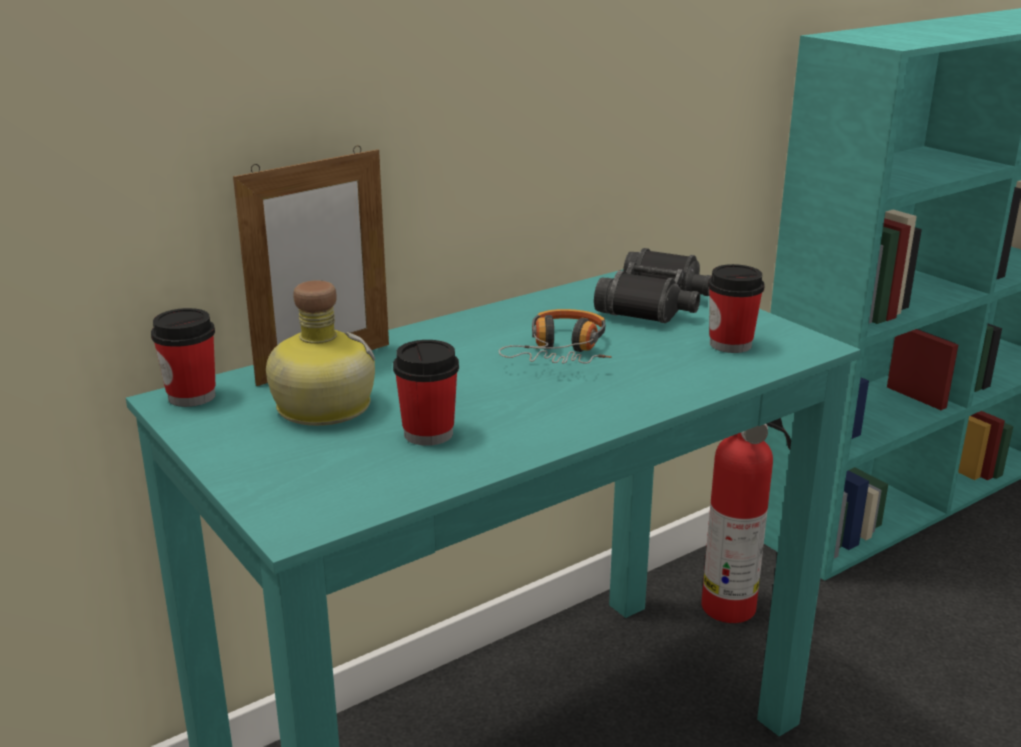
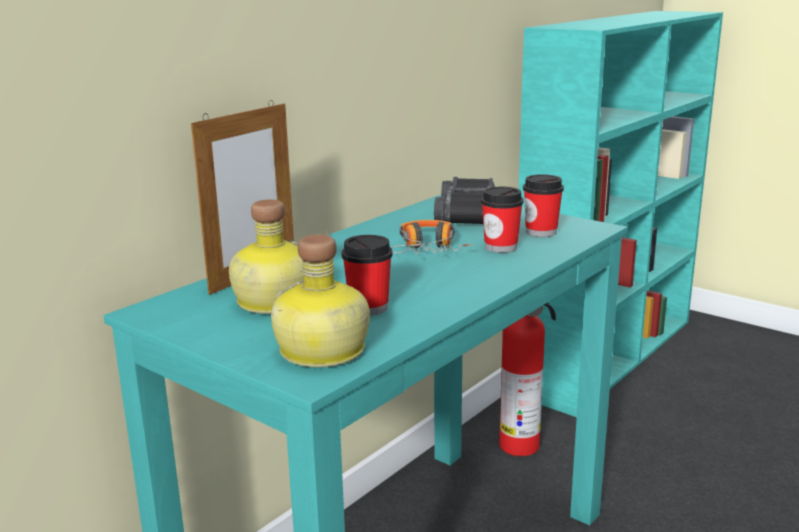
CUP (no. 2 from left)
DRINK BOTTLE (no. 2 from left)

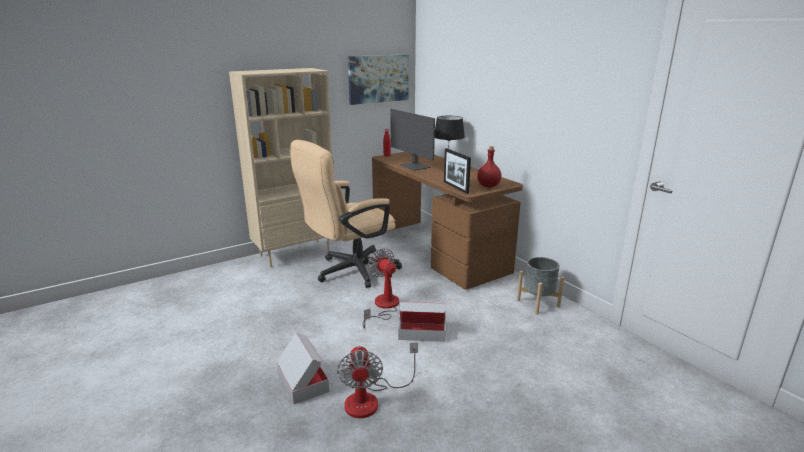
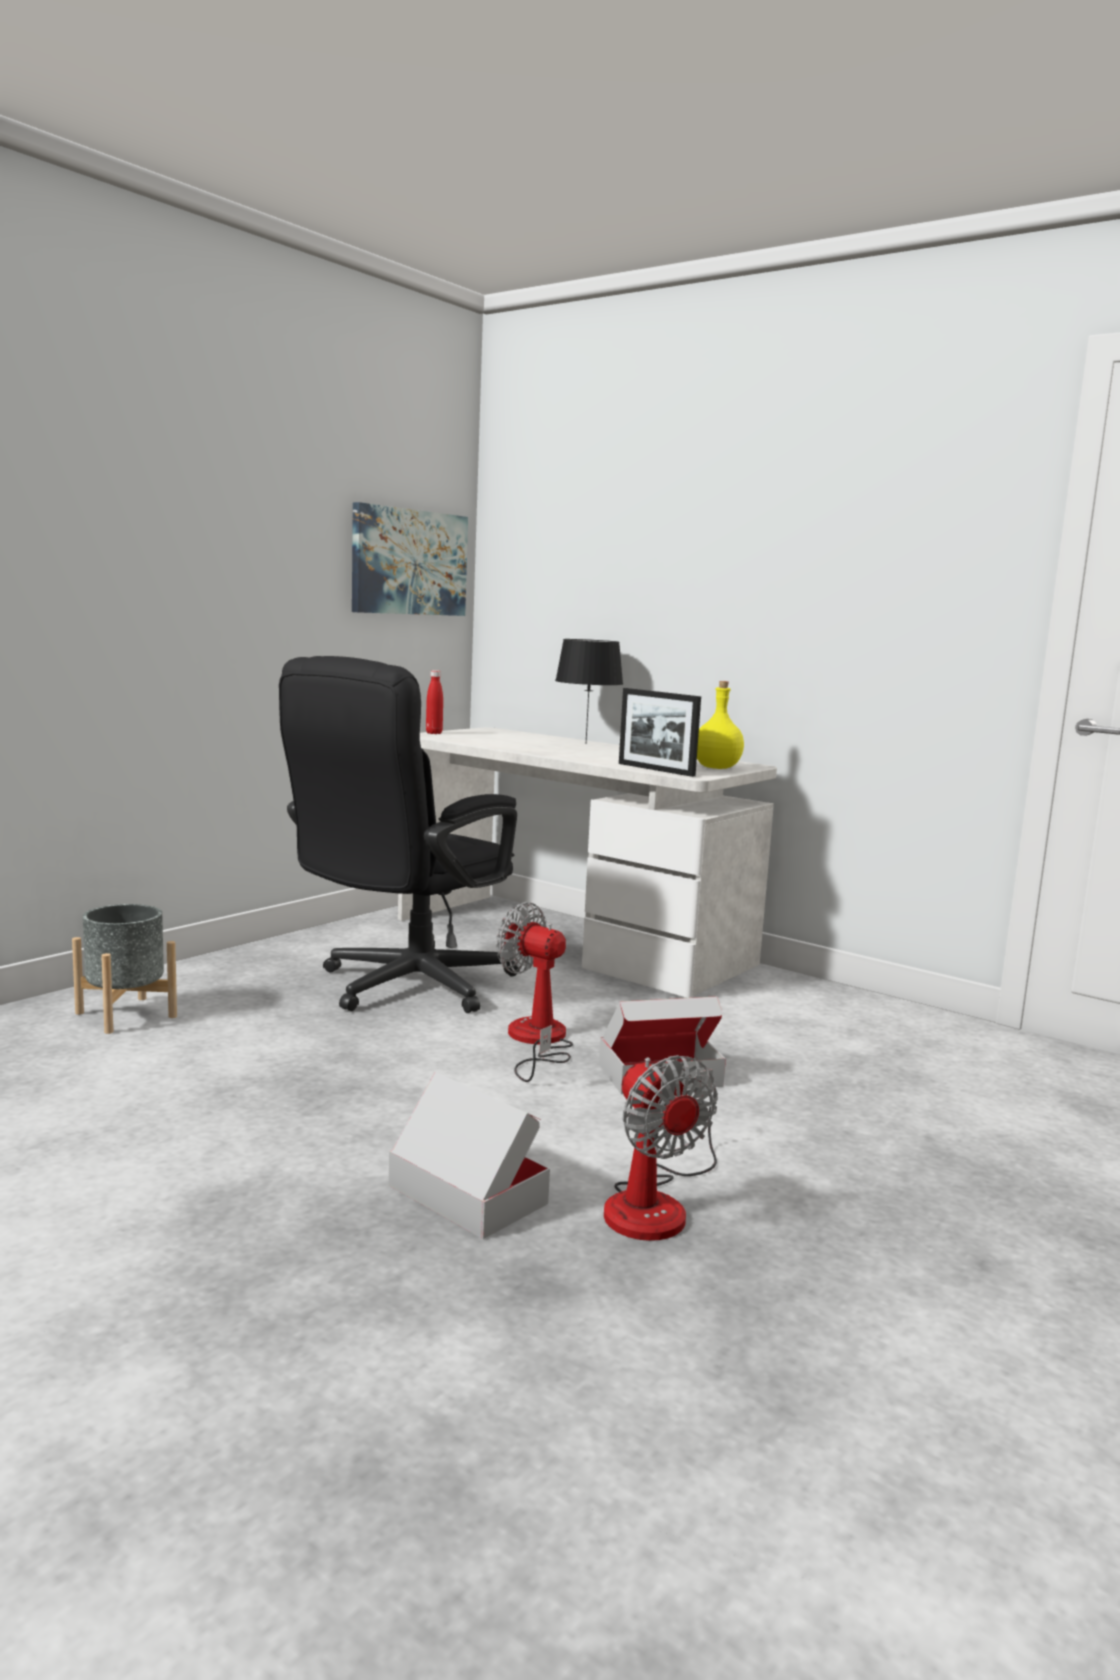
BEIGE-COLOURED BOOKSHELF
COMPUTER SCREEN
BLACK COMPUTER CHAIR
YELLOW DRINK BOTTLE
WHITE DESK UNIT
GREYISH PLANTER

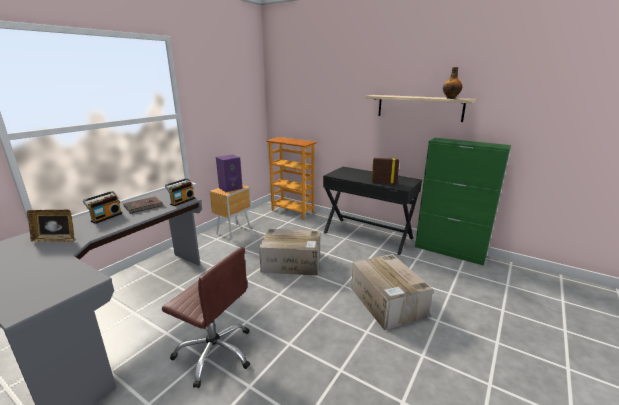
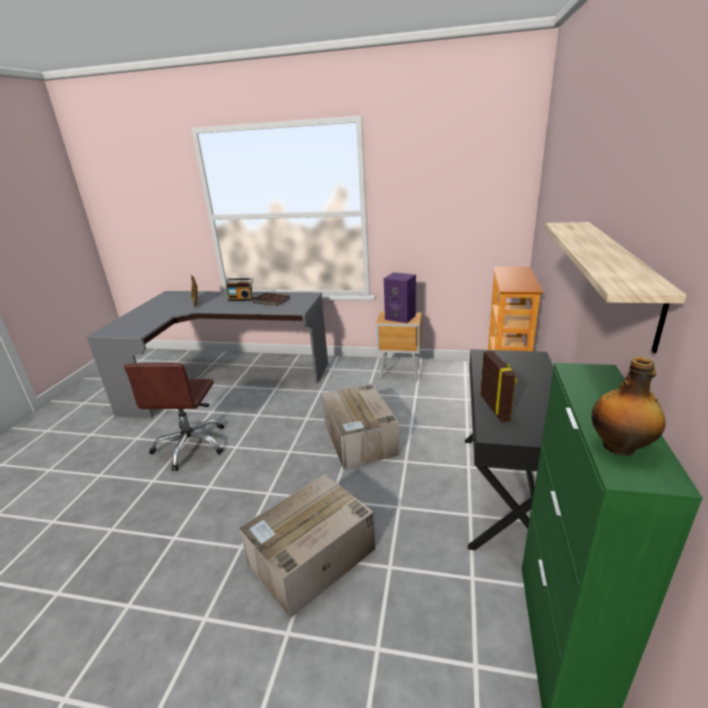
DRINK BOTTLE
RADIO SET (no. 2 from left in the first image)

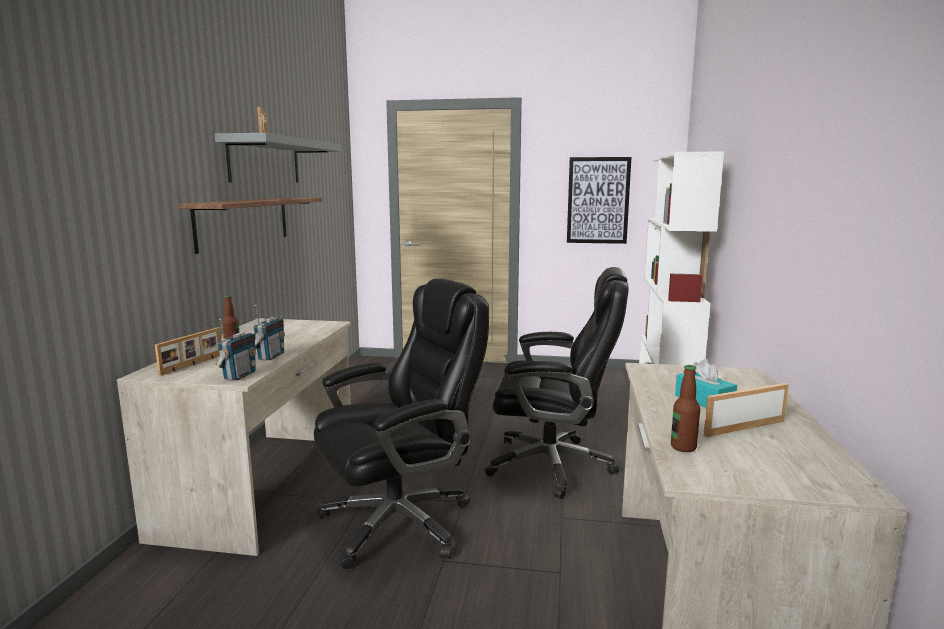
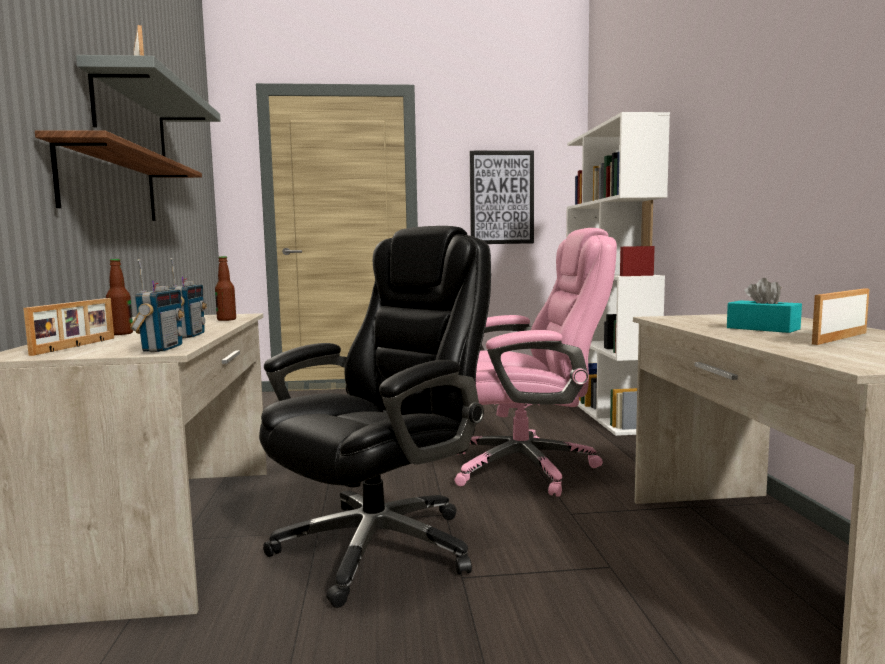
PINK COMPUTER CHAIR
DRINK BOTTLE (no. 2 from left)

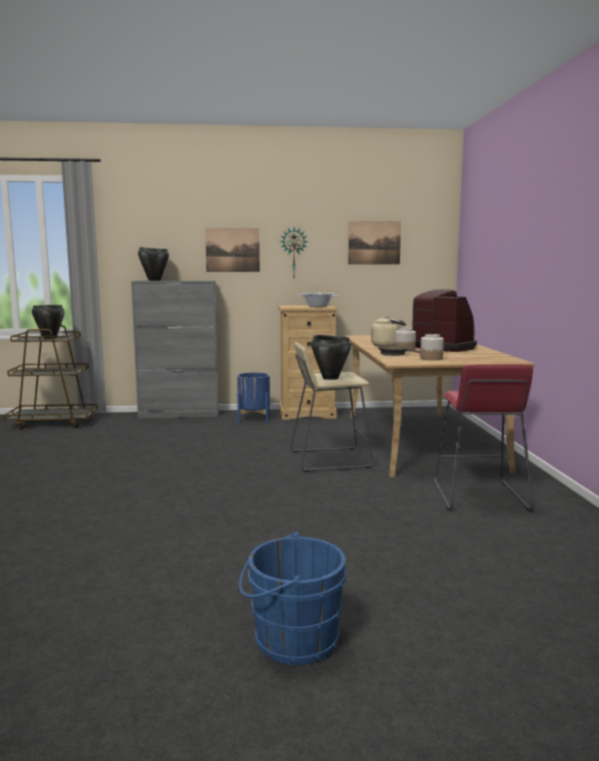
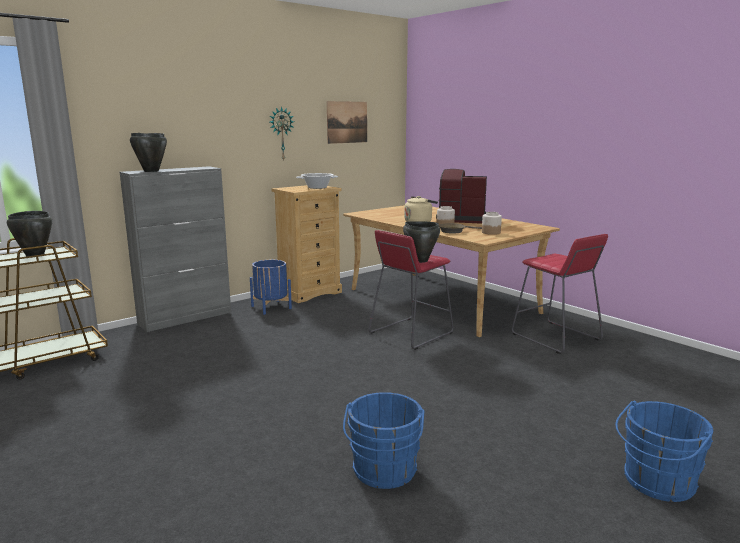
PICTURE (no. 1 from left in the first image)
RED SITTING STOOL (no. 1 from left)
BLUE-COLOURED PAIL (no. 1 from left)

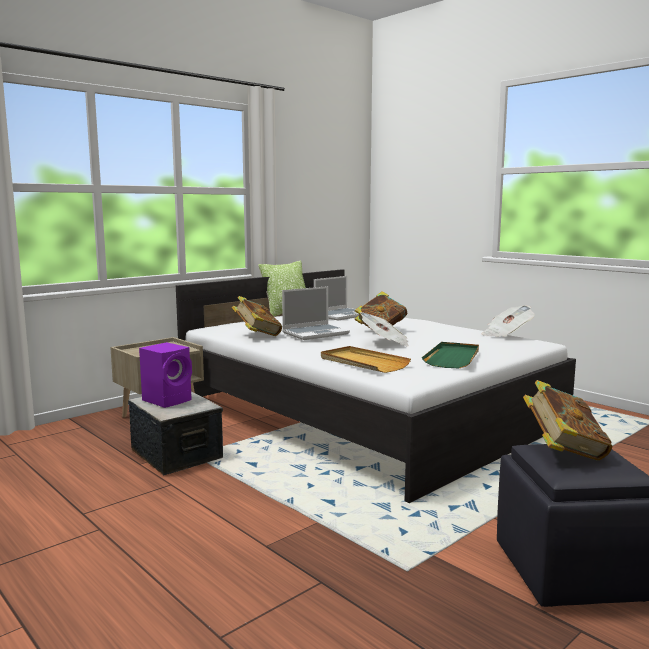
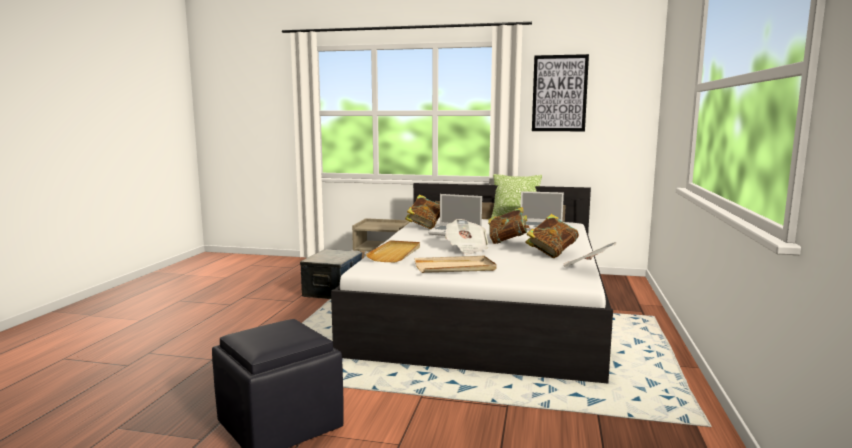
PURPLE SPEAKER
BEIGE-COLOURED CARRYING TRAY (no. 2 from left)
VOLUME (no. 3 from left)
PICTURE

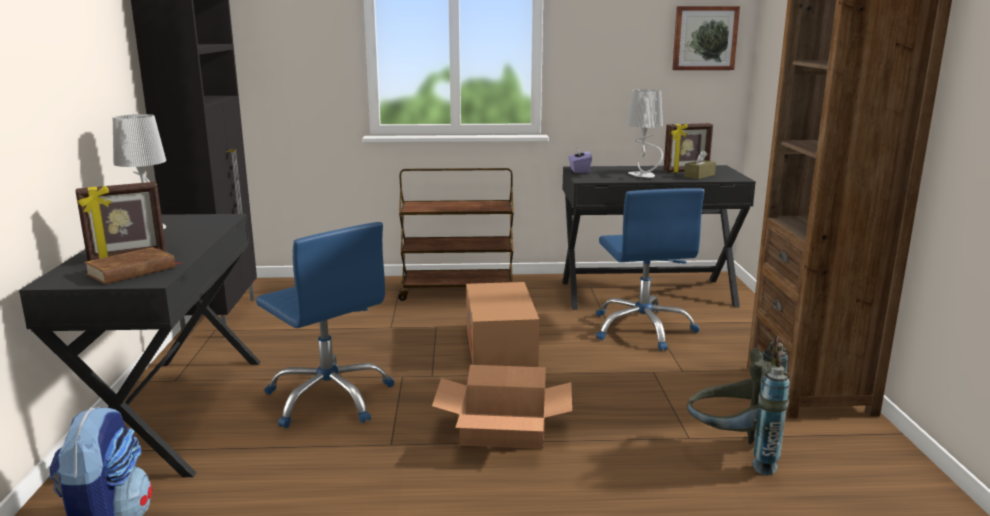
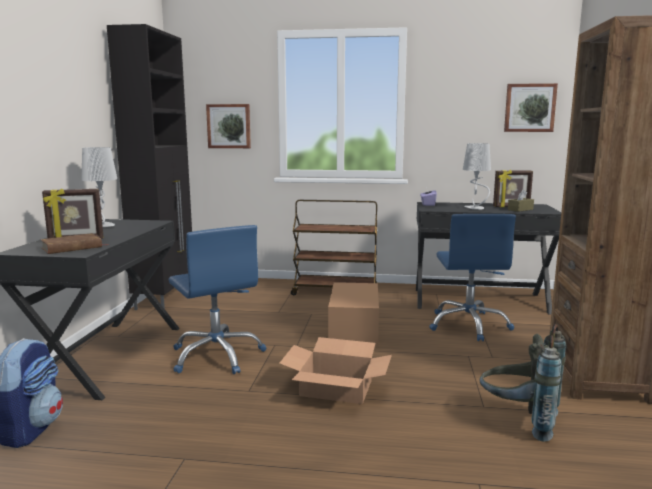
PICTURE (no. 1 from left)

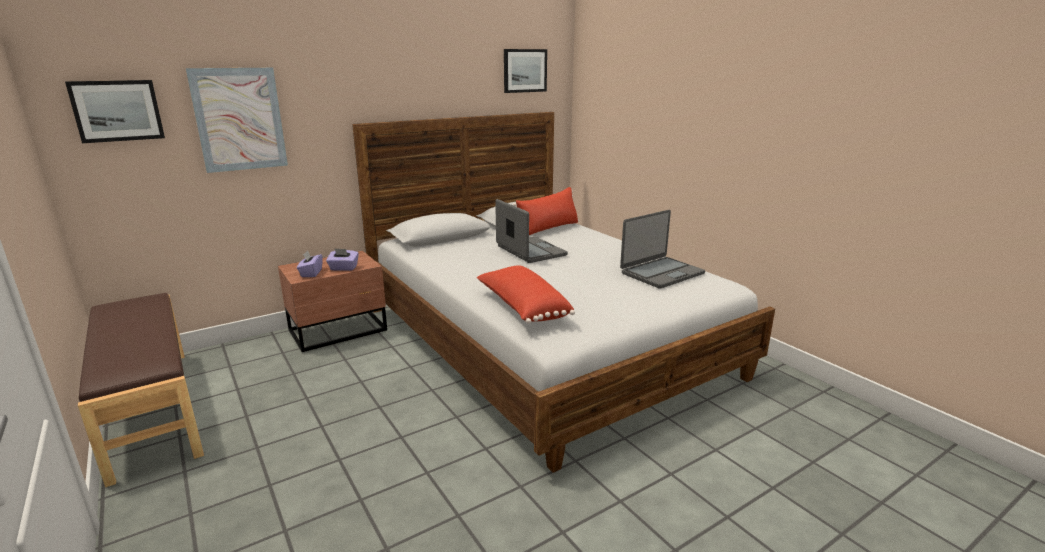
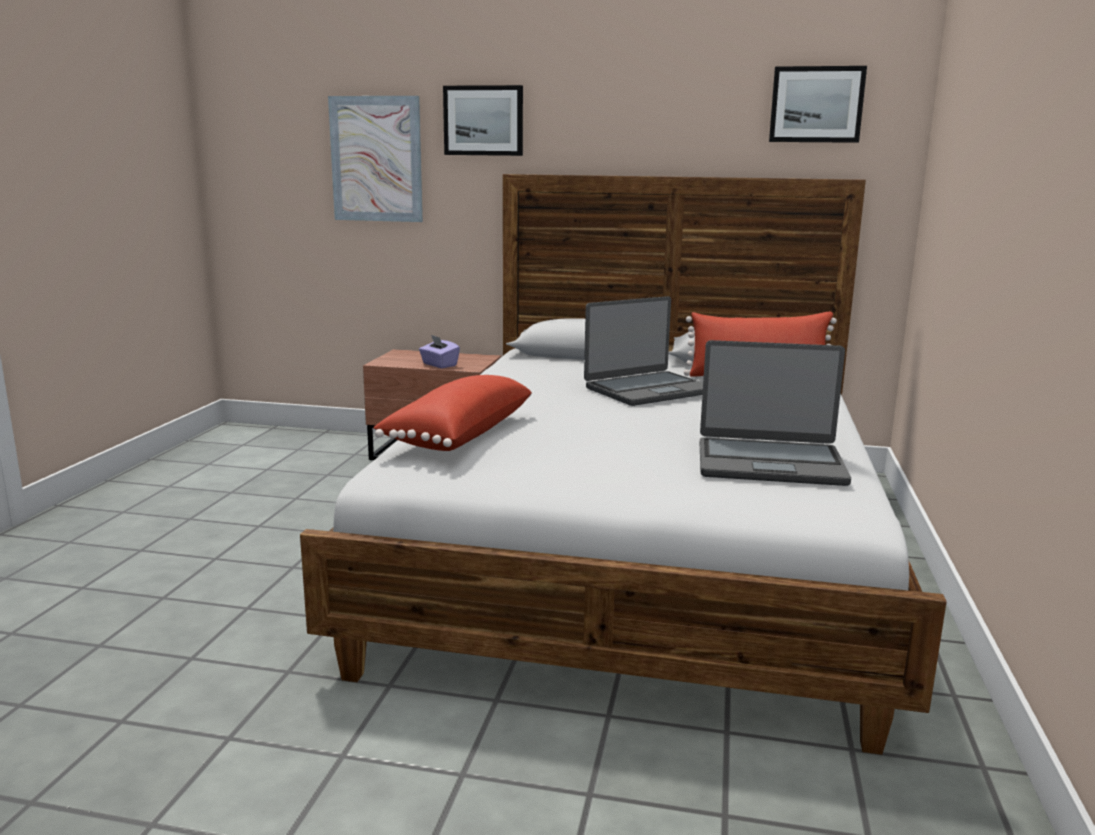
PICTURE (no. 2 from left)
LAPTOP (no. 1 from left)
PURPLE TISSUE HOLDER (no. 1 from left in the first image)
BROWN-COLOURED LONG SEAT

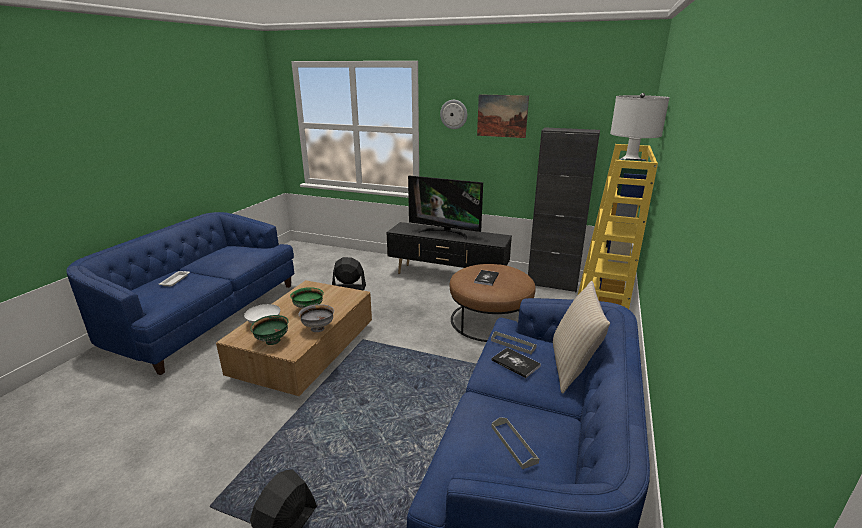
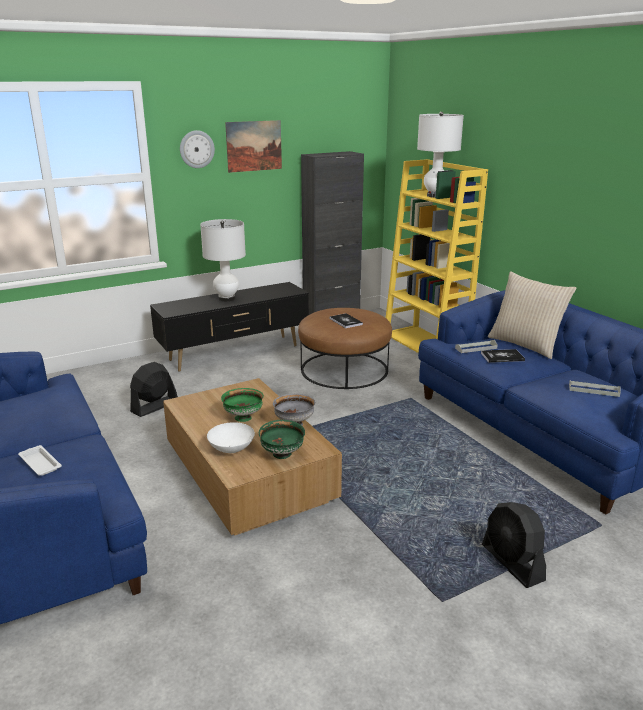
WHITE LAMP FOR A TABLE (no. 1 from left)

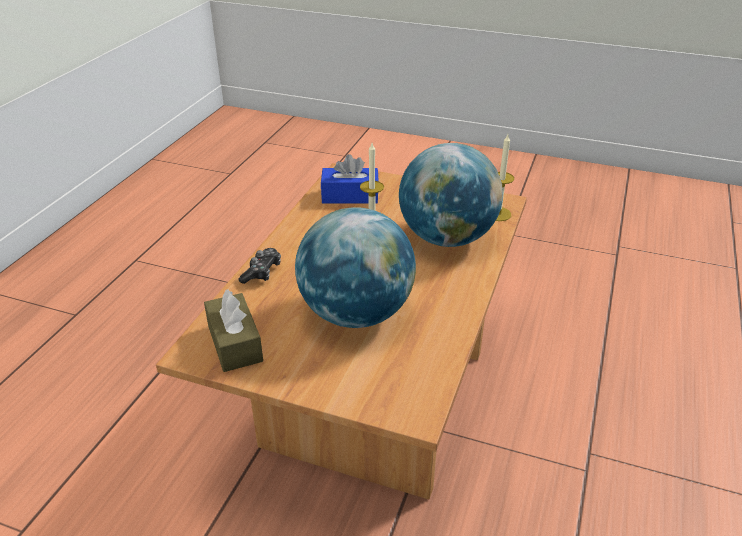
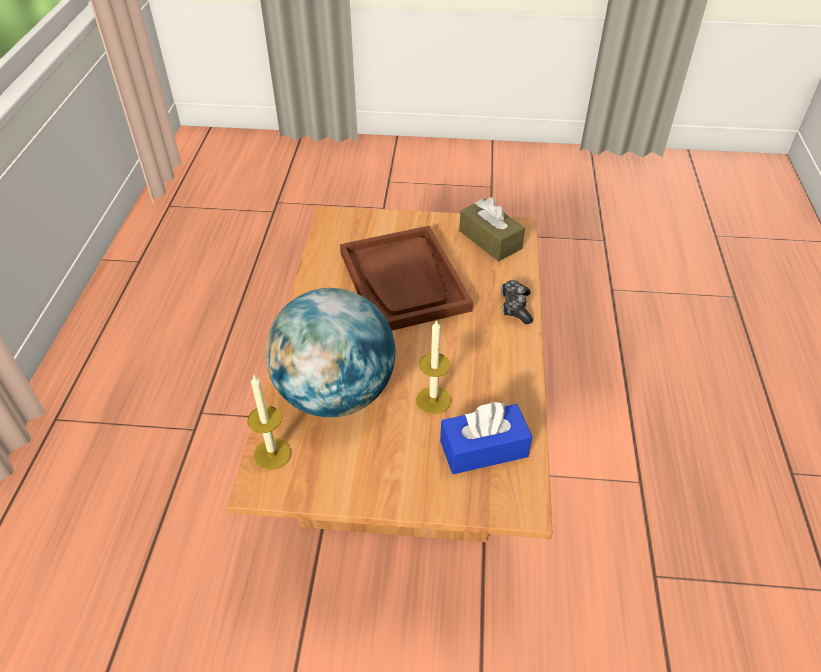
BROWN-COLOURED CARRYING TRAY

